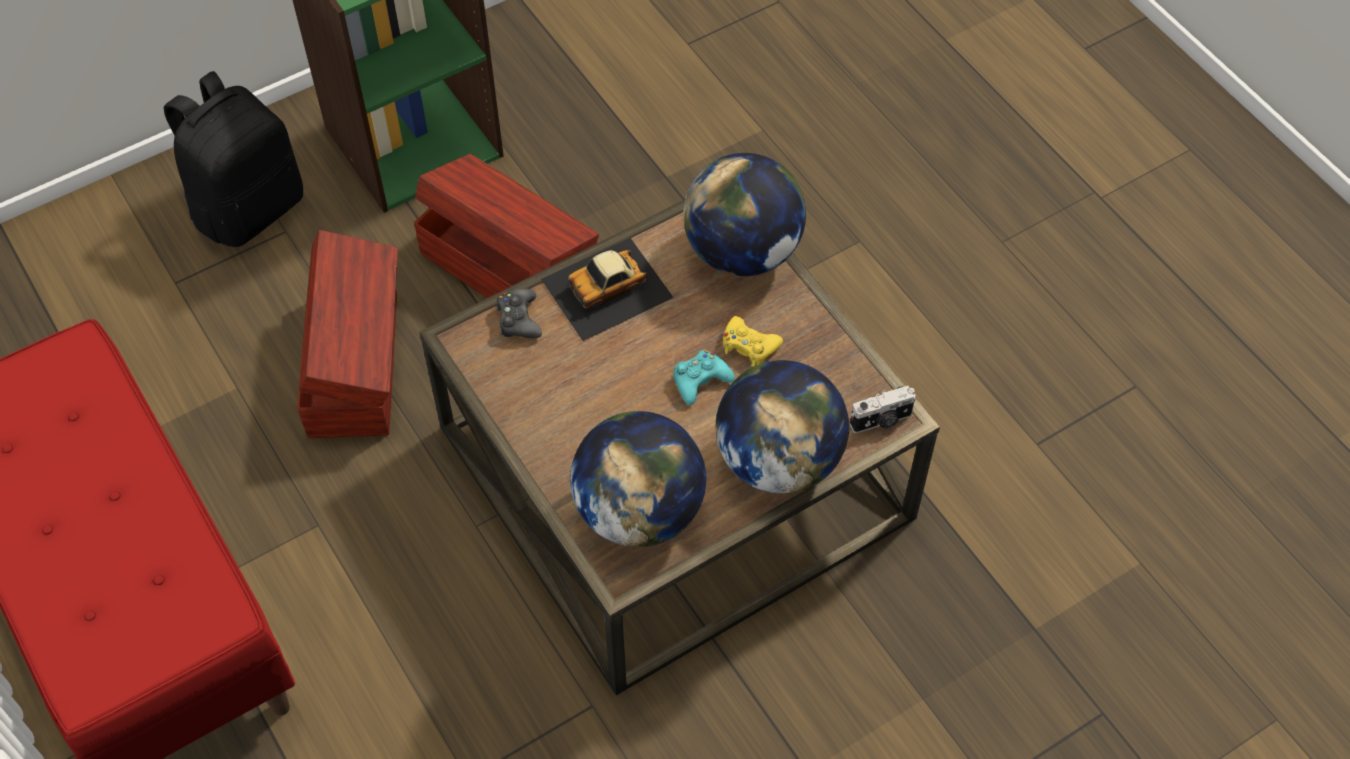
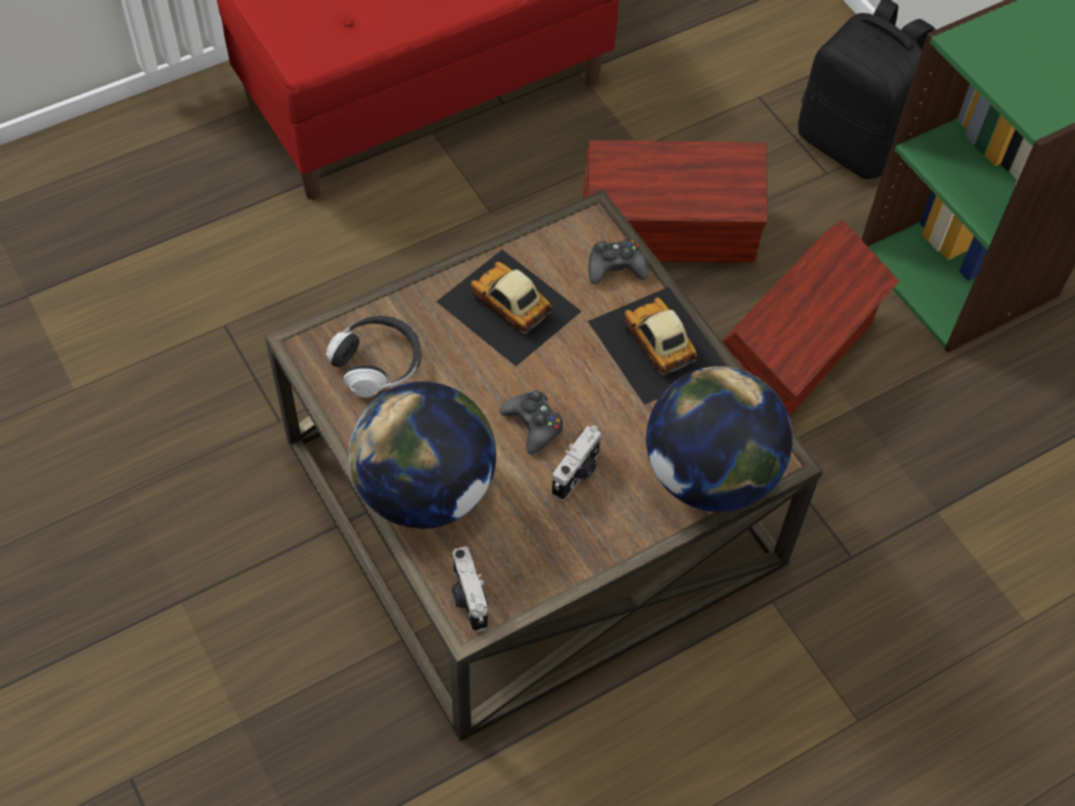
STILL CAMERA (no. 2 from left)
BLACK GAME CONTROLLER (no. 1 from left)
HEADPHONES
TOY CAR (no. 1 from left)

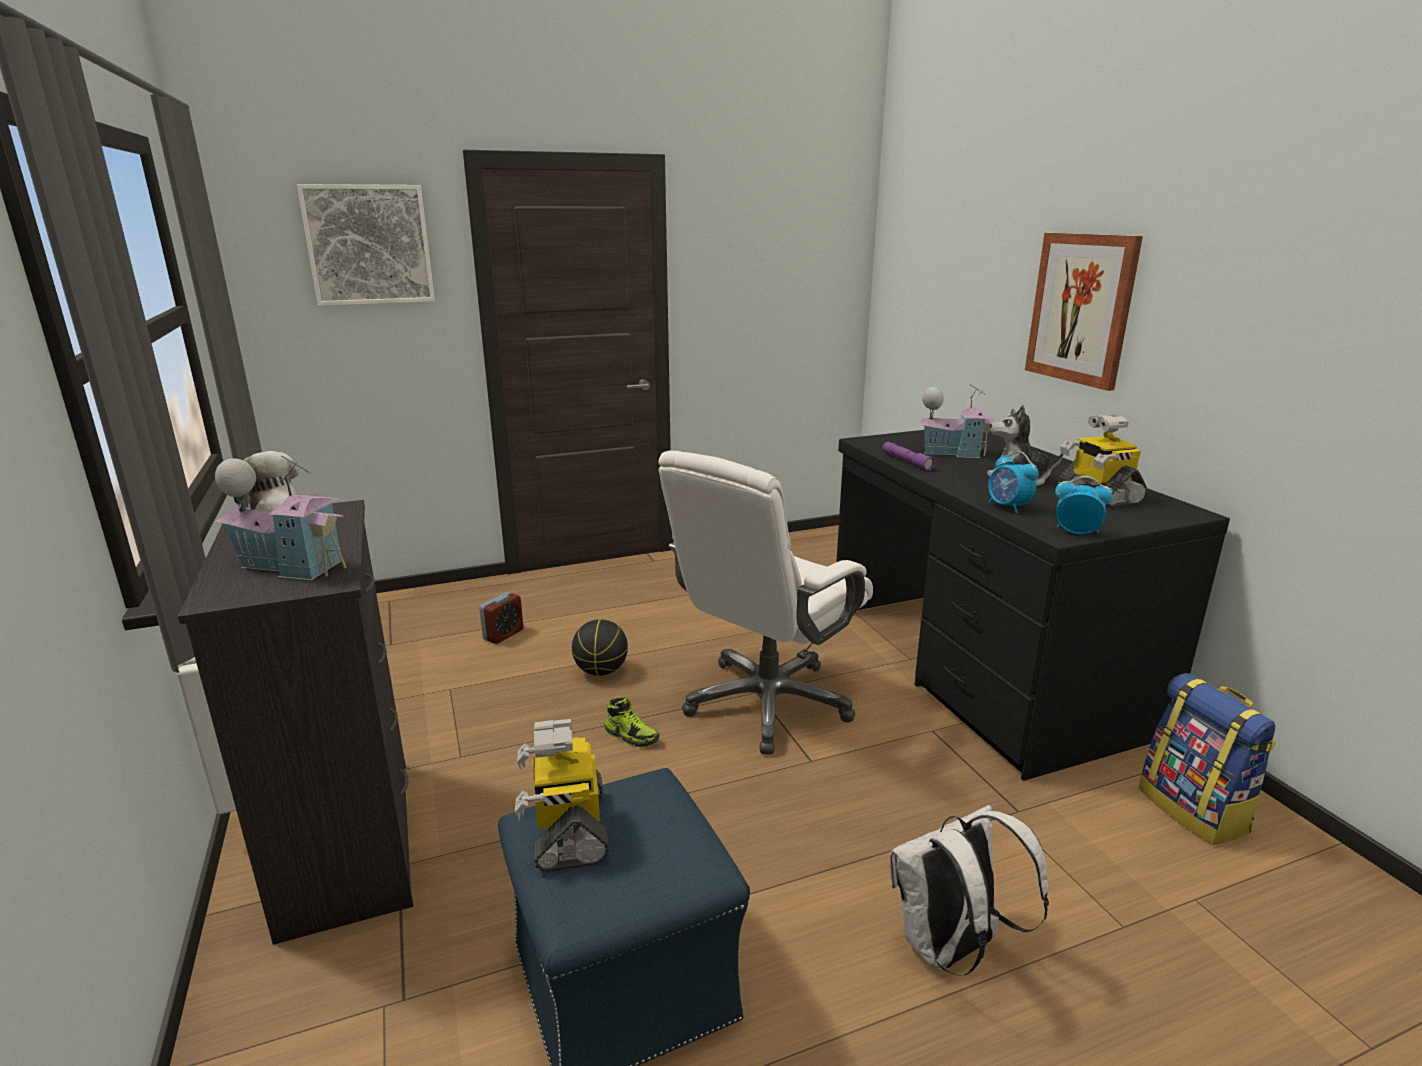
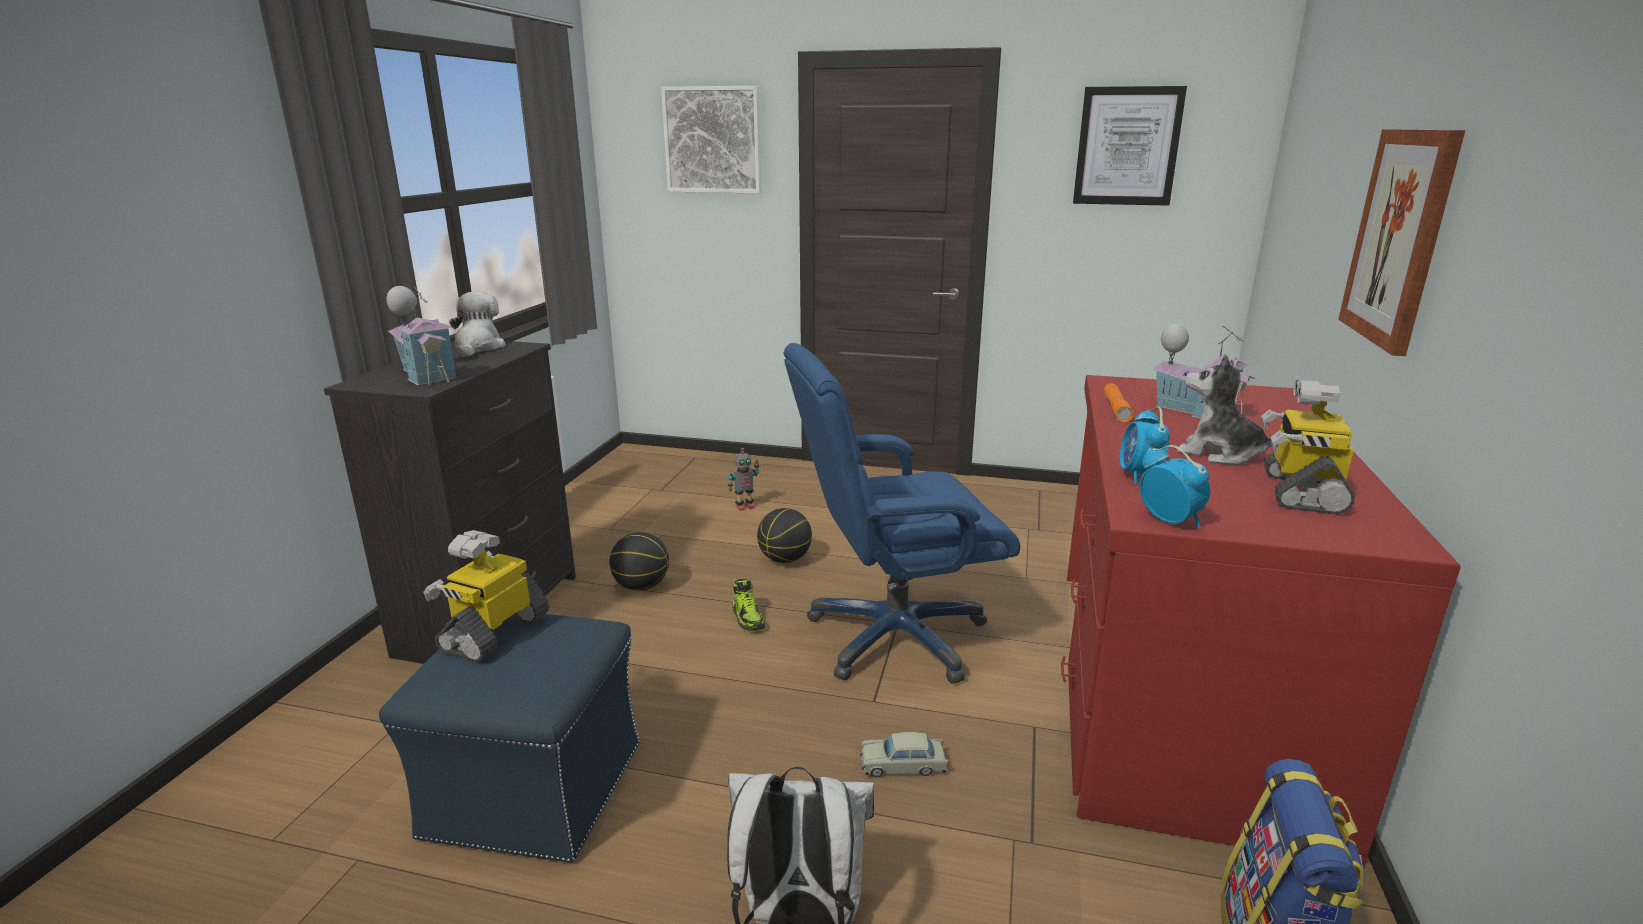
RED DESK UNIT
ORANGE TORCH
BLUE-COLOURED COMPUTER CHAIR
ROBOT FIGURE (no. 2 from left)
PICTURE (no. 2 from left)
BALL FOR BASKETBALL (no. 1 from left)
BEIGE-COLOURED TOY CAR

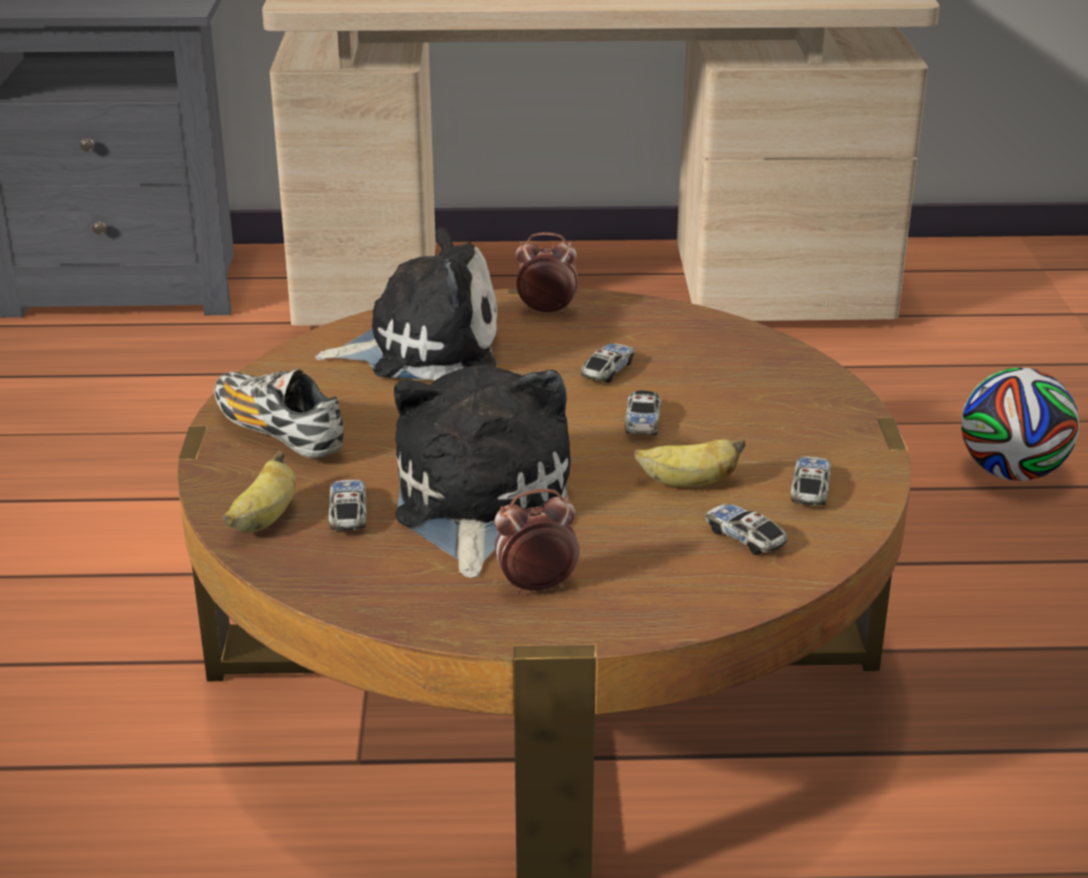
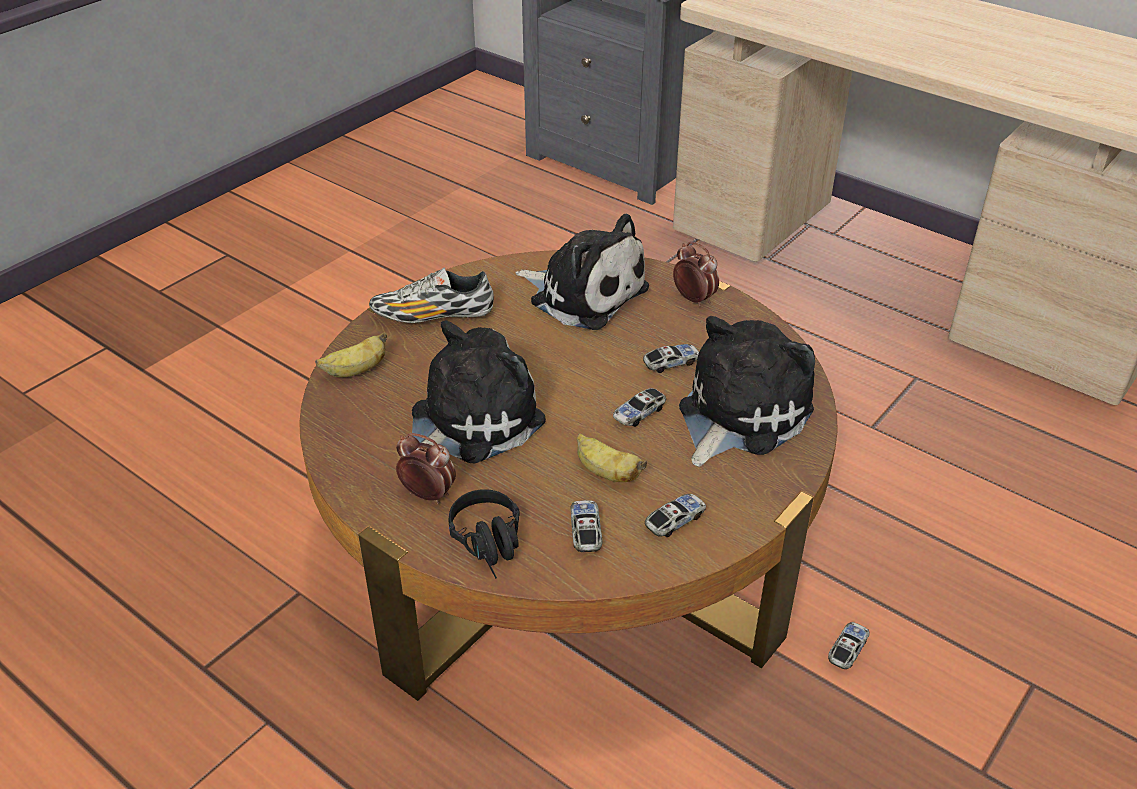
FOOTBALL
ITEM OF FOOTWEAR
TOY CAR (no. 5 from left)
PLUSH TOY (no. 3 from left)
BLACK HEADPHONES

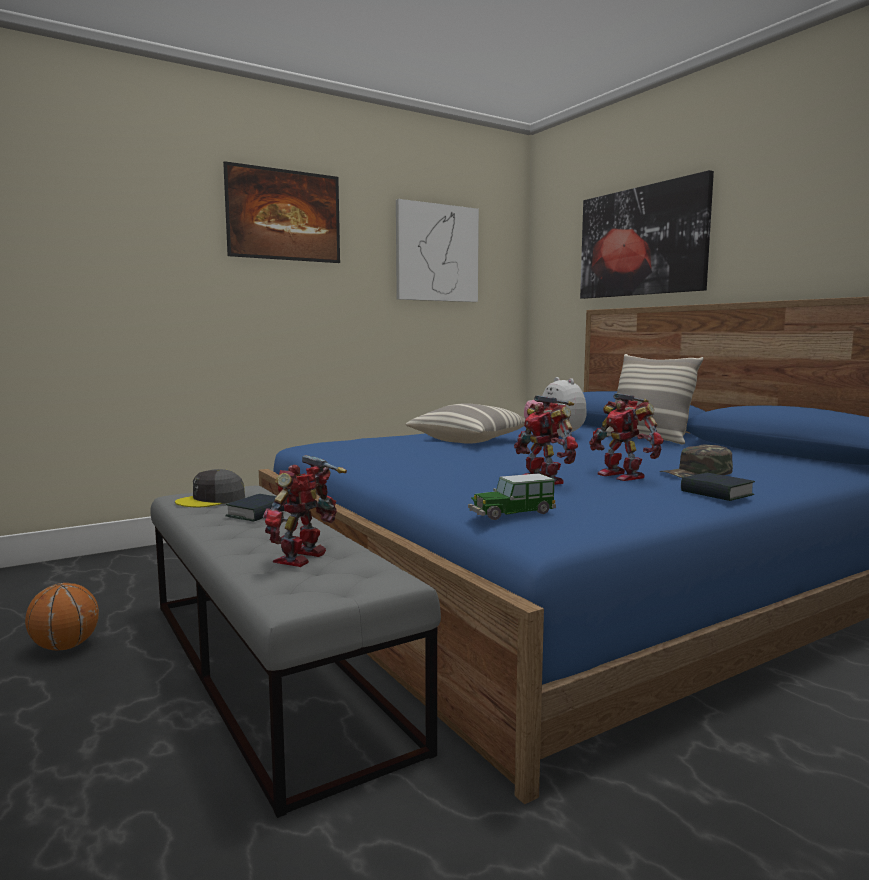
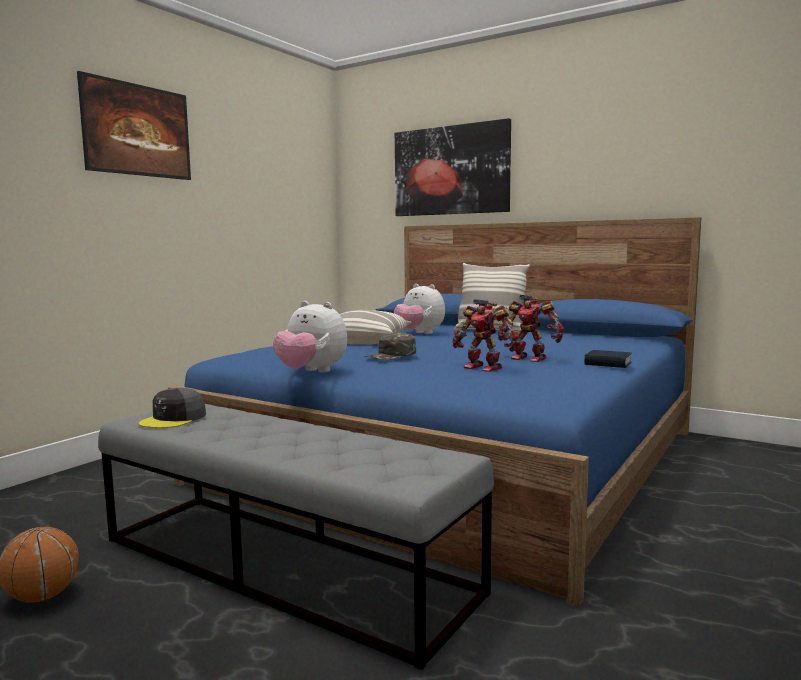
PICTURE (no. 2 from left in the first image)
GREEN CAP
ROBOT FIGURE (no. 1 from left in the first image)
TOY CAR
VOLUME (no. 1 from left in the first image)
PLUSH TOY (no. 1 from left)

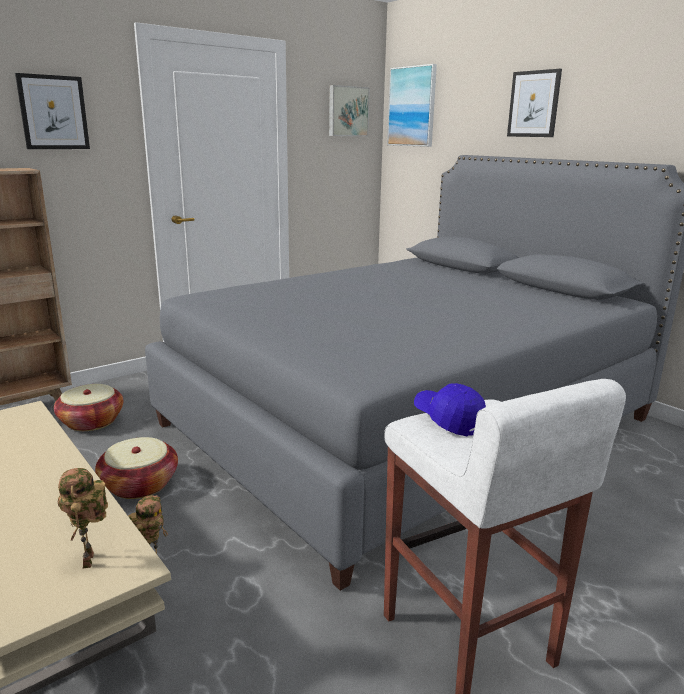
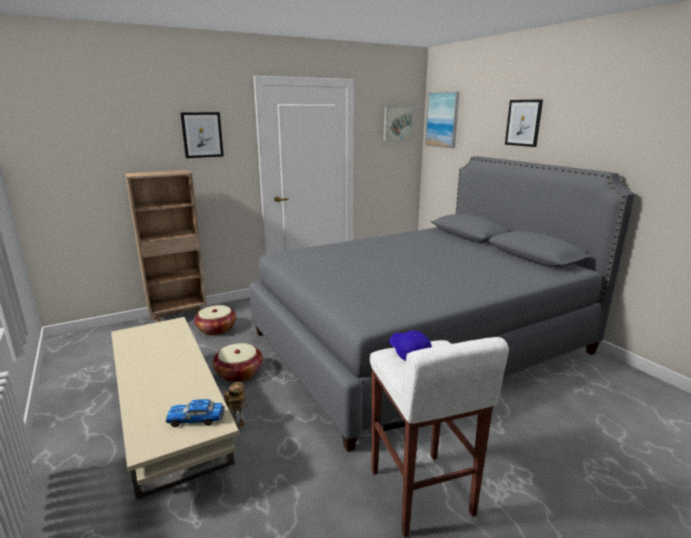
TOY CAR

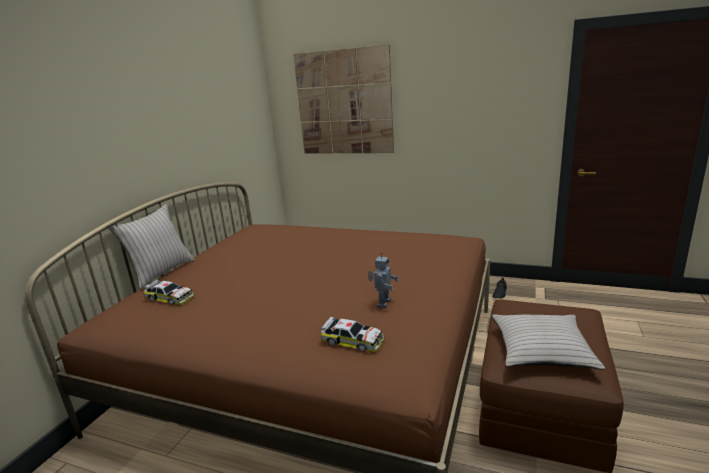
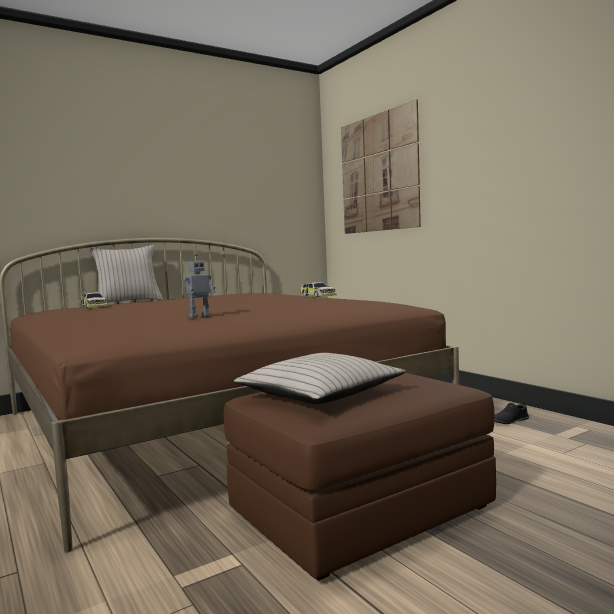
TOY CAR (no. 2 from left)

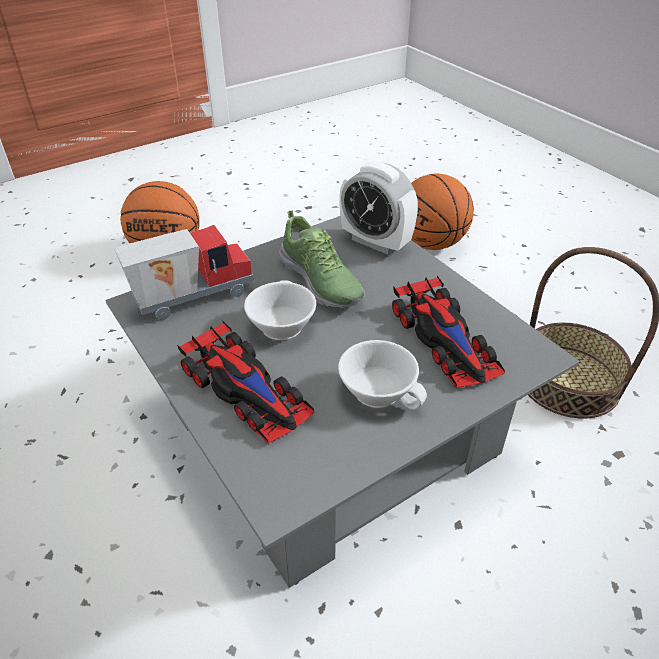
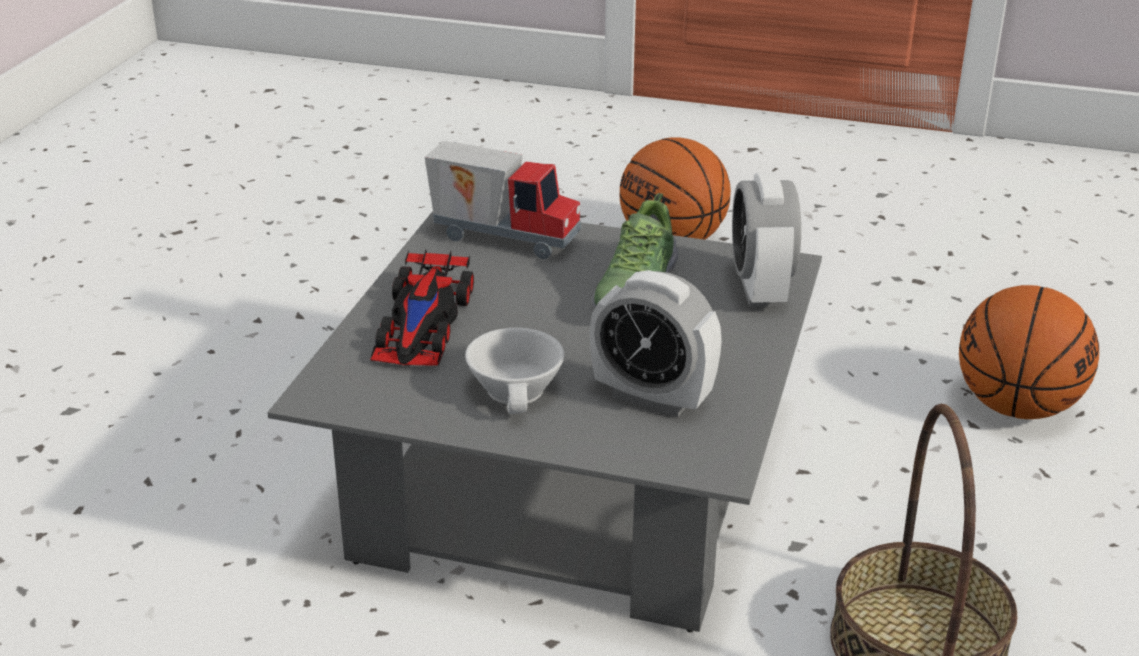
BEDSIDE CLOCK (no. 1 from left)
WHITE CUP (no. 1 from left in the first image)

